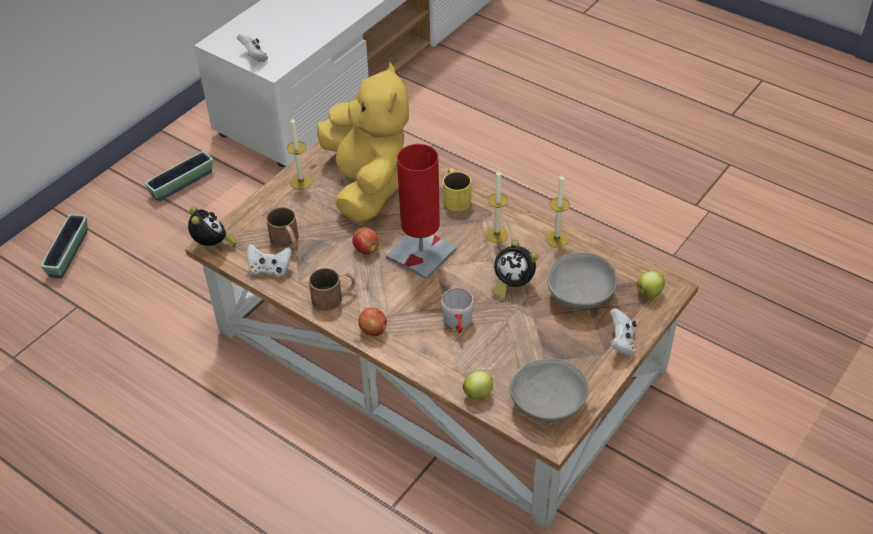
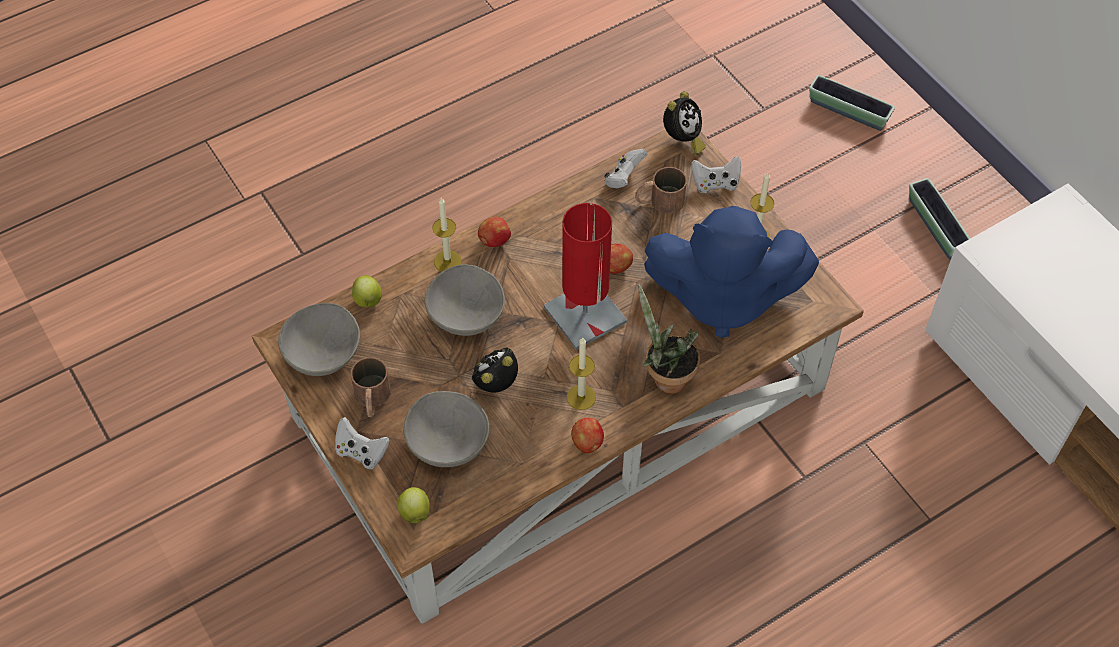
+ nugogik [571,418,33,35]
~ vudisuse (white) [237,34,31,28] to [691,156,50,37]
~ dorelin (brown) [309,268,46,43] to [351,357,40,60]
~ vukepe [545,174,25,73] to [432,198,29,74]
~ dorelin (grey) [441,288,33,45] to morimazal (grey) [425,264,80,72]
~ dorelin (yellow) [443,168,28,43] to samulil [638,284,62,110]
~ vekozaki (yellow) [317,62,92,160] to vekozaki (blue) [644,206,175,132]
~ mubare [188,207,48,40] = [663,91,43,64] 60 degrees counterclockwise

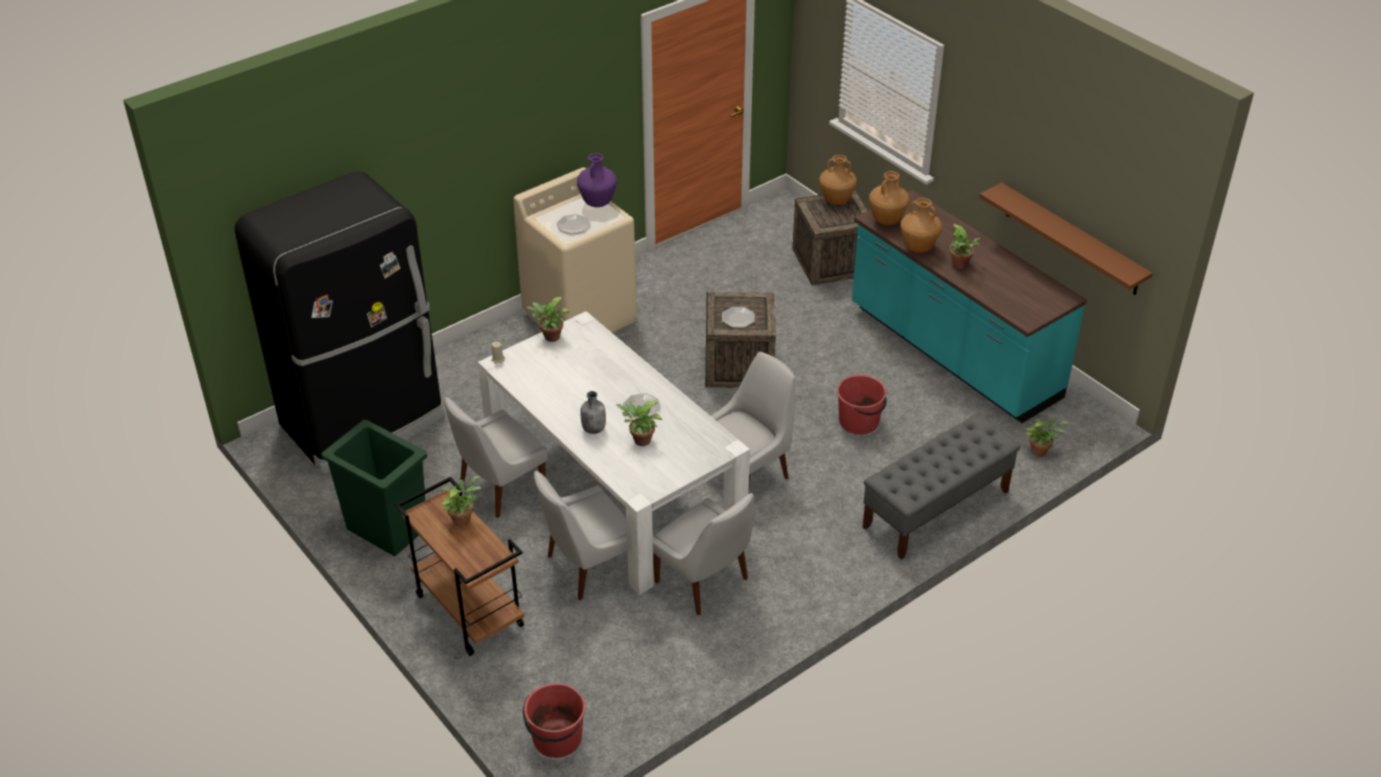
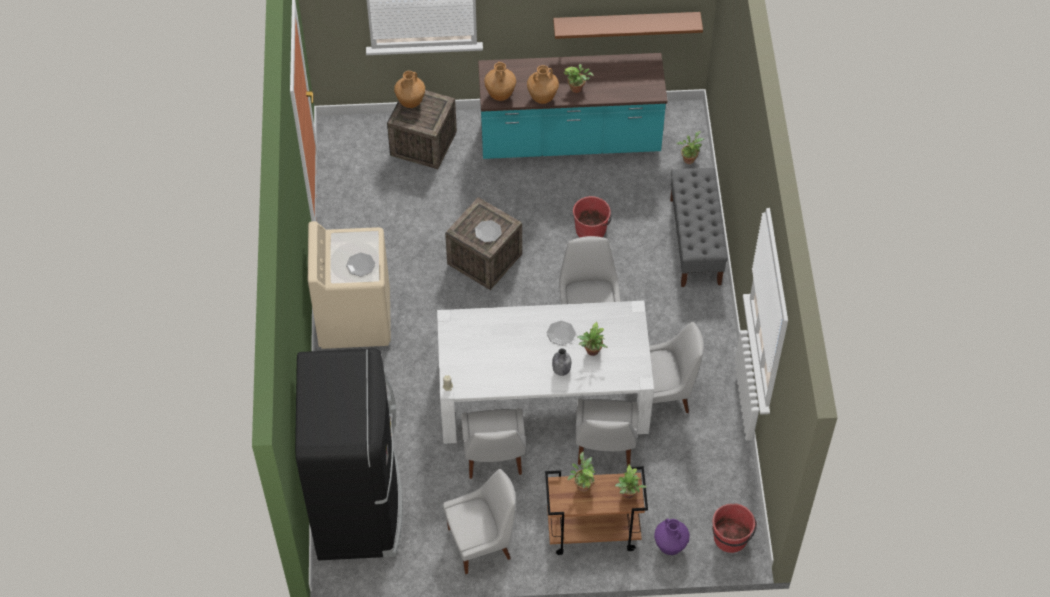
~ samulil [525,297,44,45] to [615,465,32,34]
~ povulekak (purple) [577,153,40,54] to [654,518,36,37]
~ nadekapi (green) [322,420,105,136] to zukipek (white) [443,469,73,105]

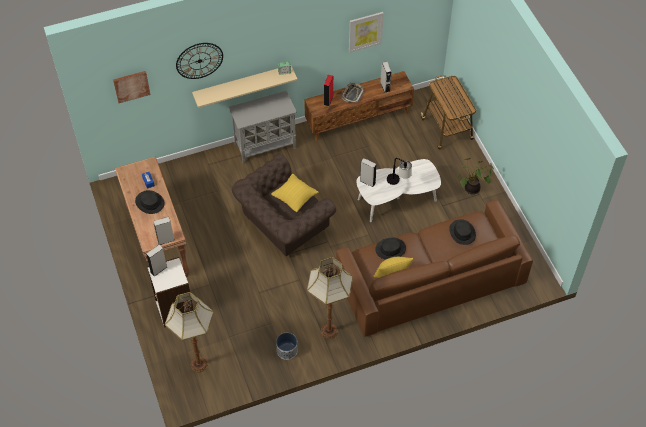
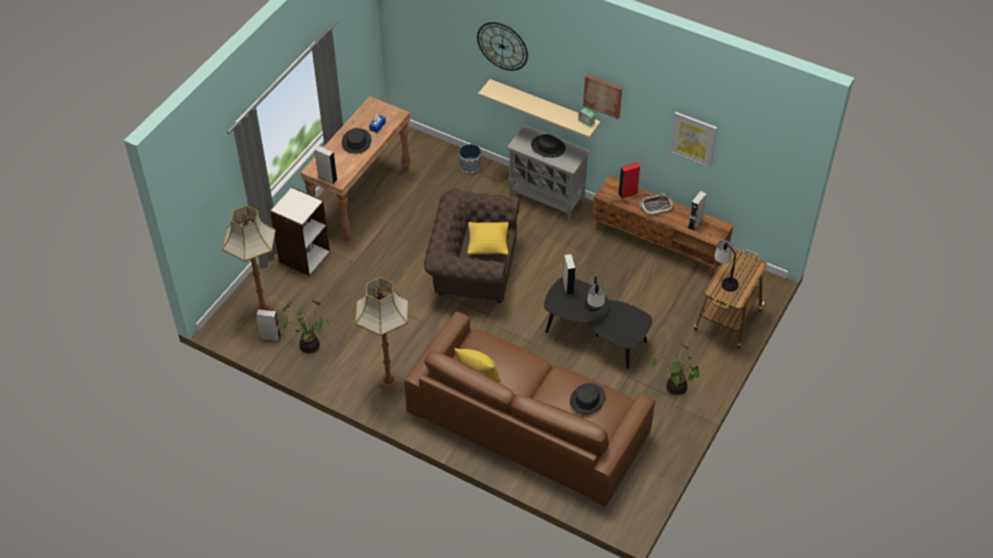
+ samulil [283,300,46,54]
+ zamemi [714,240,25,52]
~ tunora [113,71,37,32] to [583,75,39,44]
~ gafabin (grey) [146,245,21,32] to [256,309,25,33]
~ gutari [276,333,22,27] to [459,144,22,29]
~ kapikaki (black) [375,238,31,22] to [531,134,35,24]
~ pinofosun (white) [356,159,85,63] to pinofosun (black) [544,277,108,92]

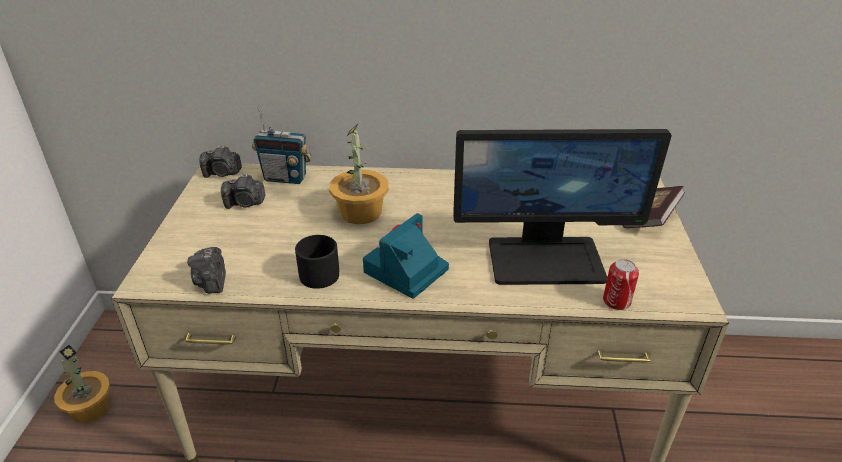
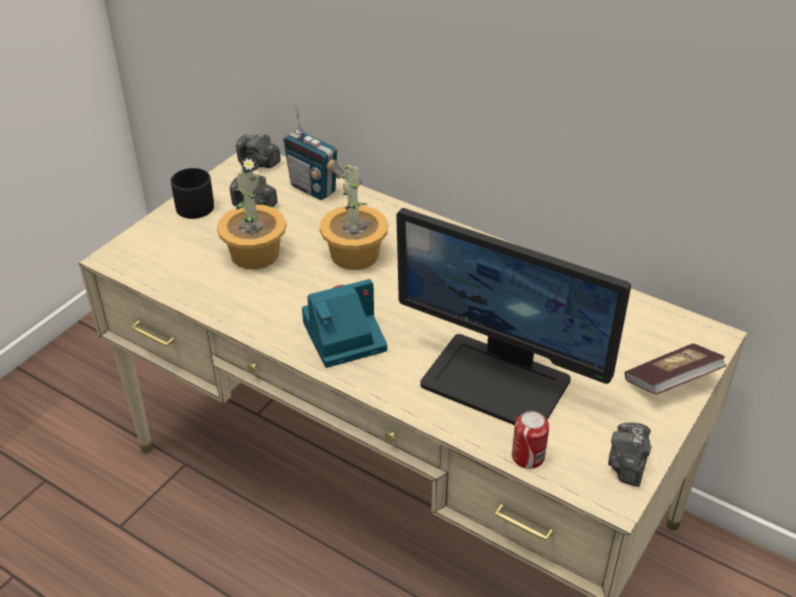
~ samulil [54,345,56,78] to [217,155,69,114]
~ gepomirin [187,247,39,47] to [608,423,43,64]
~ dorelin (black) [295,235,44,54] to [171,168,43,51]

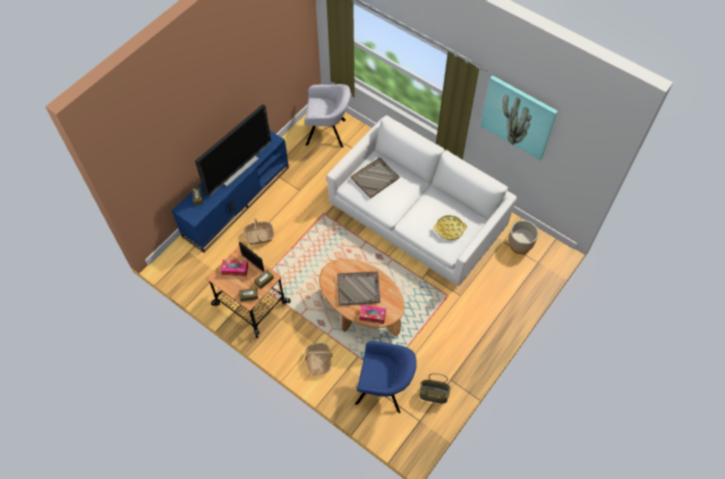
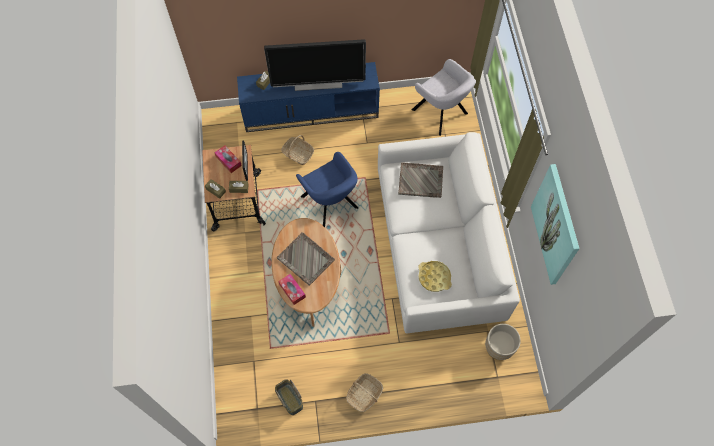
~ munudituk [305,343,27,32] to [346,373,37,39]
~ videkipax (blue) [355,341,62,72] to [296,152,62,75]

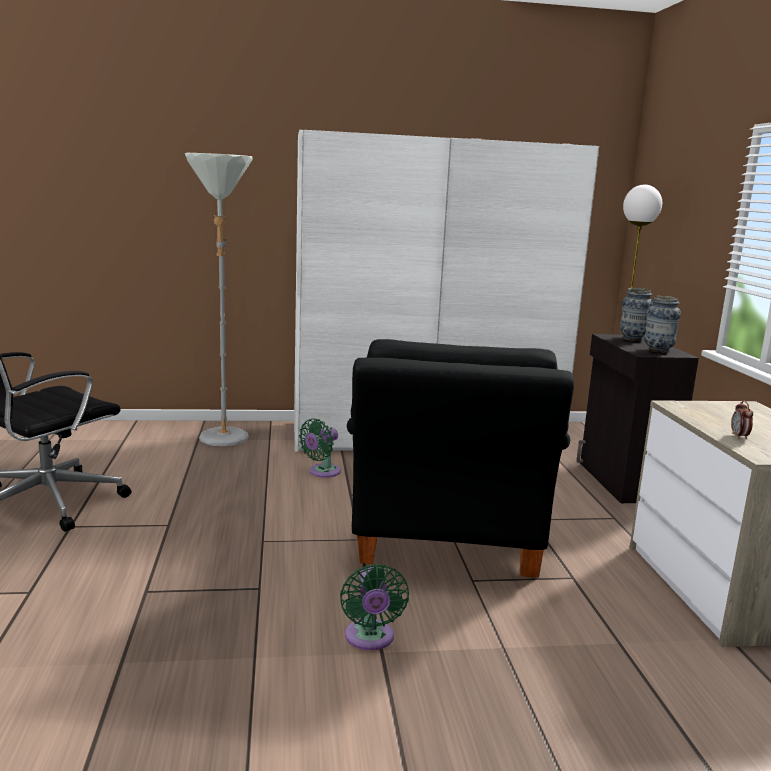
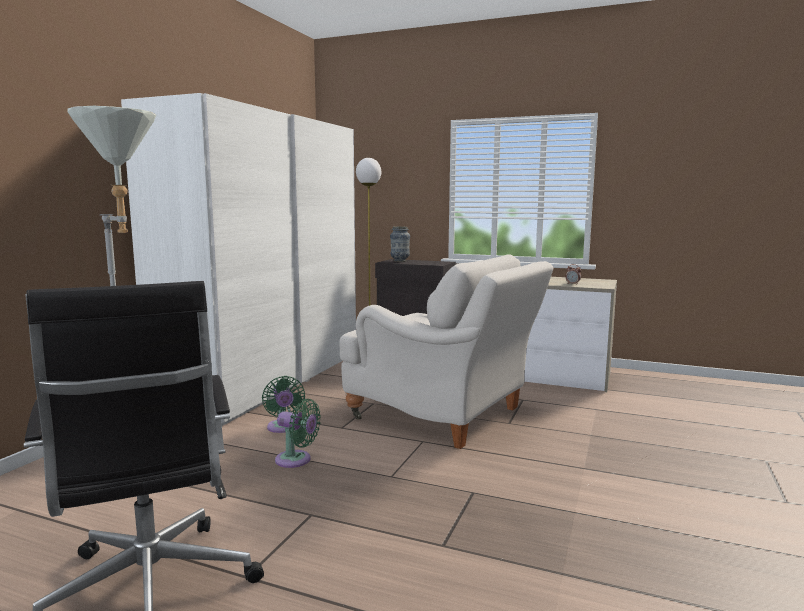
- povulekak [644,296,37,57]
~ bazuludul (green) [340,564,69,86] to [275,399,46,69]
~ videkipax (black) [347,339,227,239] to videkipax (white) [340,254,214,195]

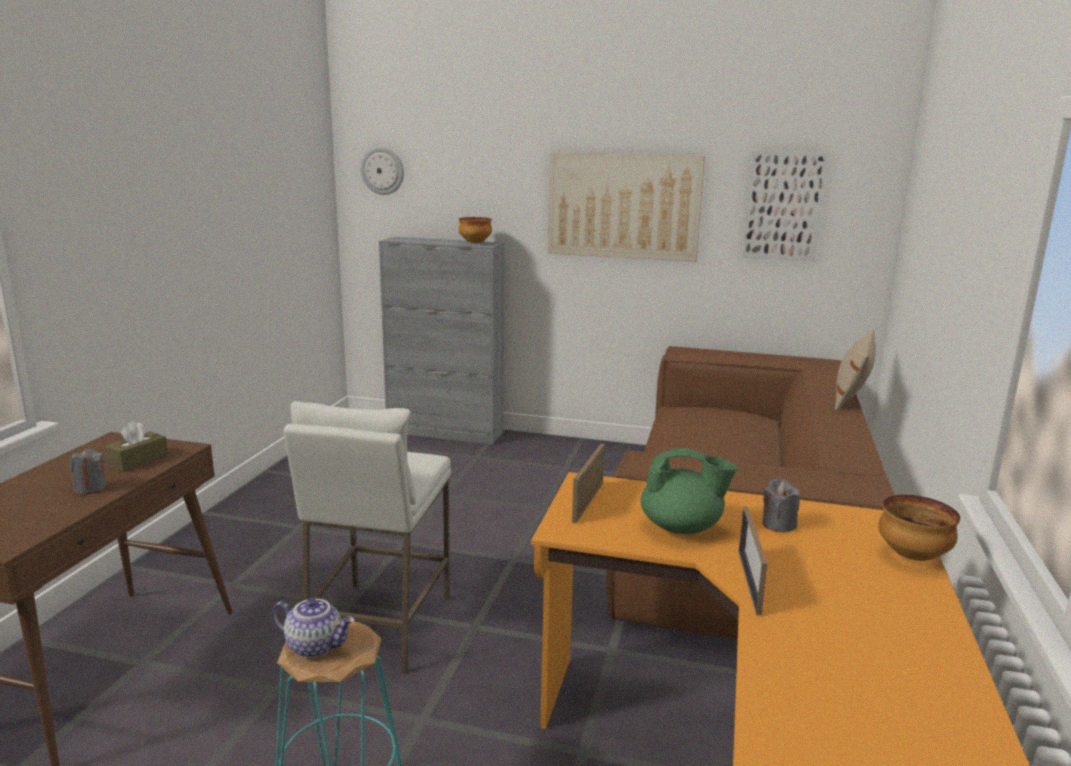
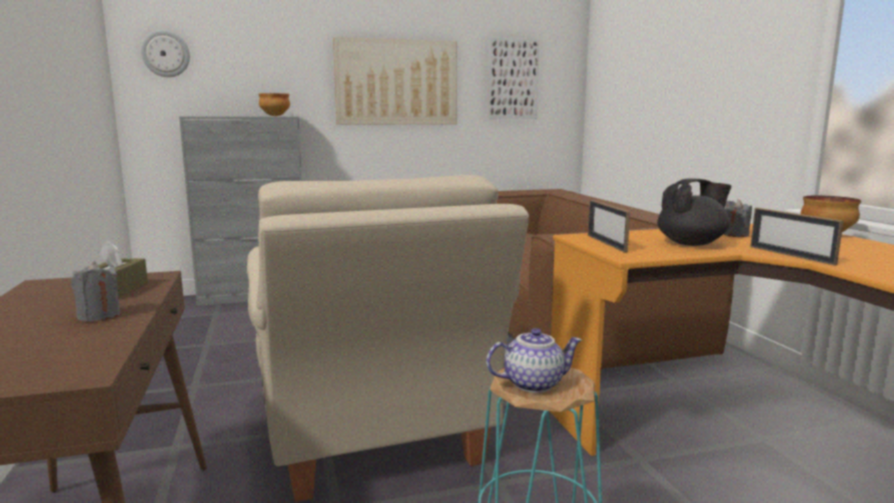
- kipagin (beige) [835,330,41,81]
~ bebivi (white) [284,401,167,273] to videkipax (beige) [247,175,282,327]
~ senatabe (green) [641,448,96,86] to senatabe (black) [657,179,74,67]

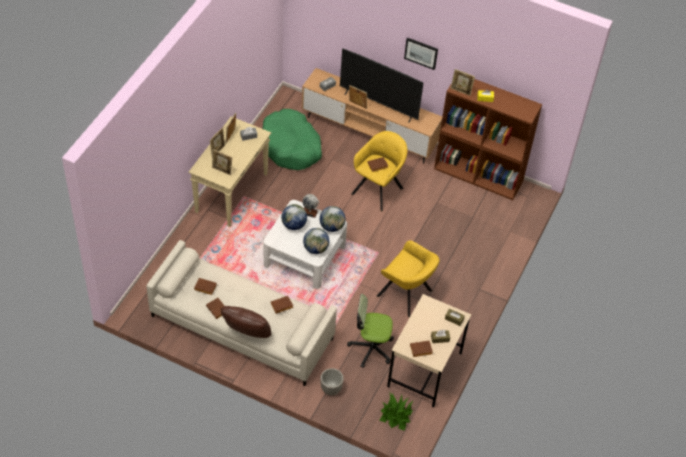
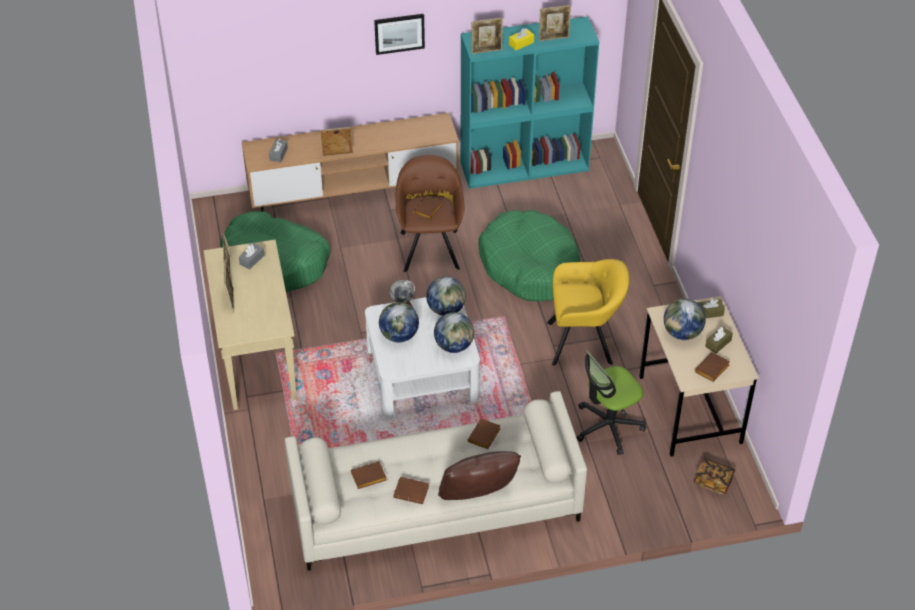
- gutari [320,368,24,27]
- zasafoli [340,49,83,74]
+ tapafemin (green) [479,210,101,91]
+ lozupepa [664,298,42,42]
~ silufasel [212,149,20,27] to [539,5,32,36]
~ samulil [379,393,35,38] to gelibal [694,458,41,37]
~ videkipax (yellow) [351,131,56,80] to videkipax (brown) [396,155,69,117]
~ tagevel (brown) [434,79,108,121] to tagevel (turquoise) [461,16,138,173]

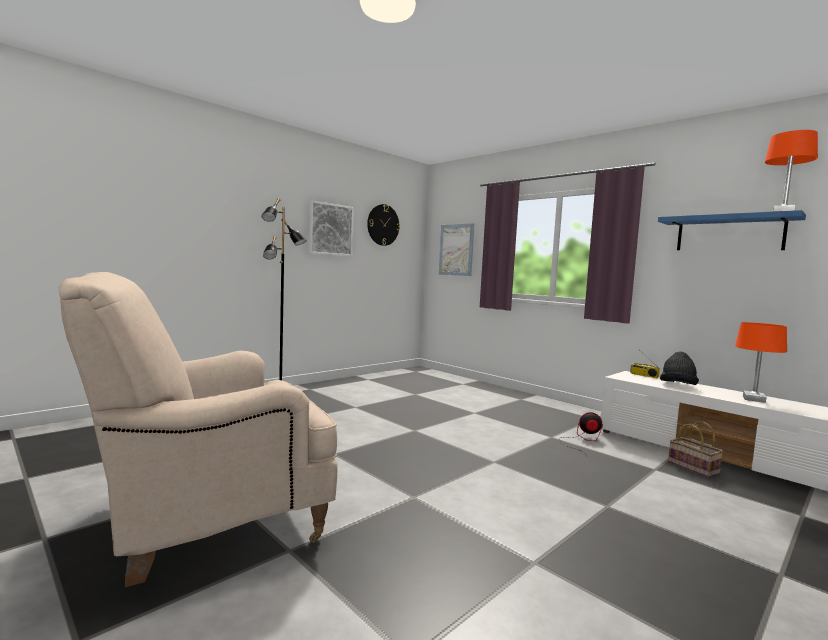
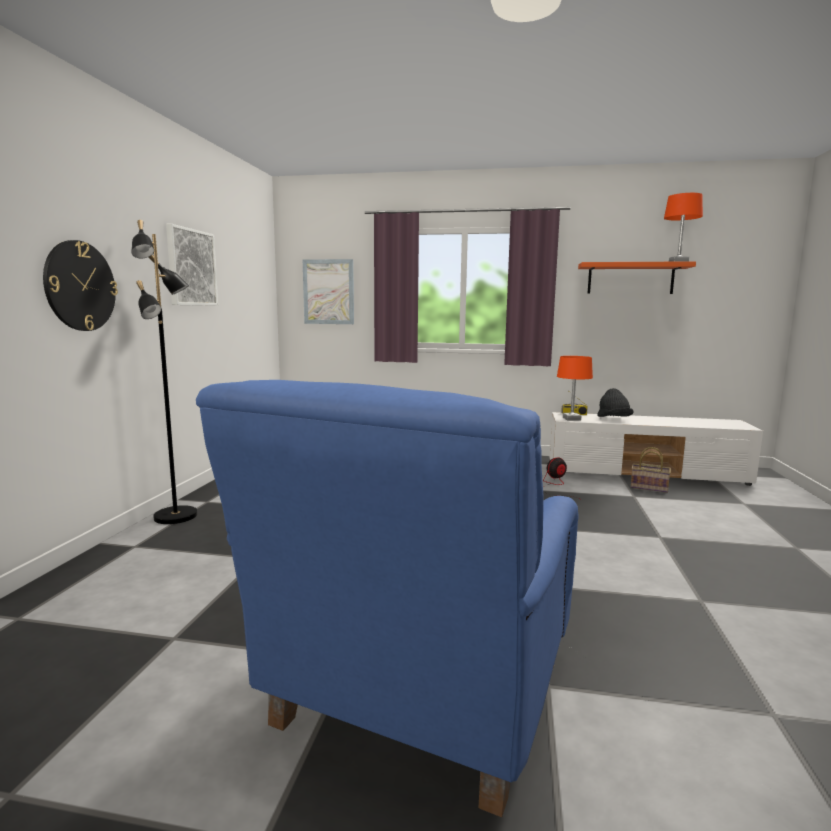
~ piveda [367,204,33,42] to [43,240,75,91]
~ zamemi (orange) [735,322,52,81] to [557,356,36,64]
~ videkipax (beige) [58,272,280,315] to videkipax (blue) [196,380,383,437]
~ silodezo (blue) [658,210,148,40] to silodezo (orange) [578,261,118,33]

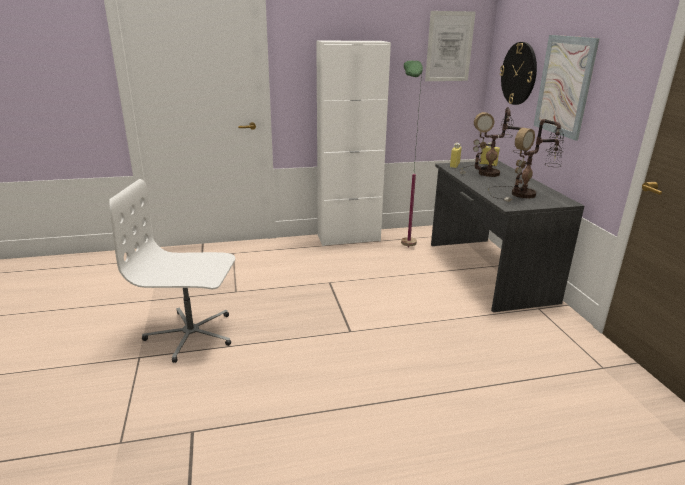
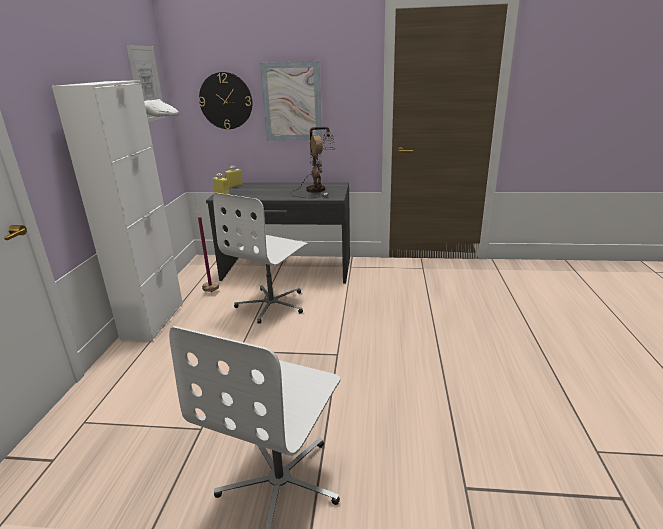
- zamemi [459,107,65,70]
+ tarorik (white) [213,193,95,131]
~ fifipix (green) [401,61,22,186] to fifipix (white) [144,99,75,193]

